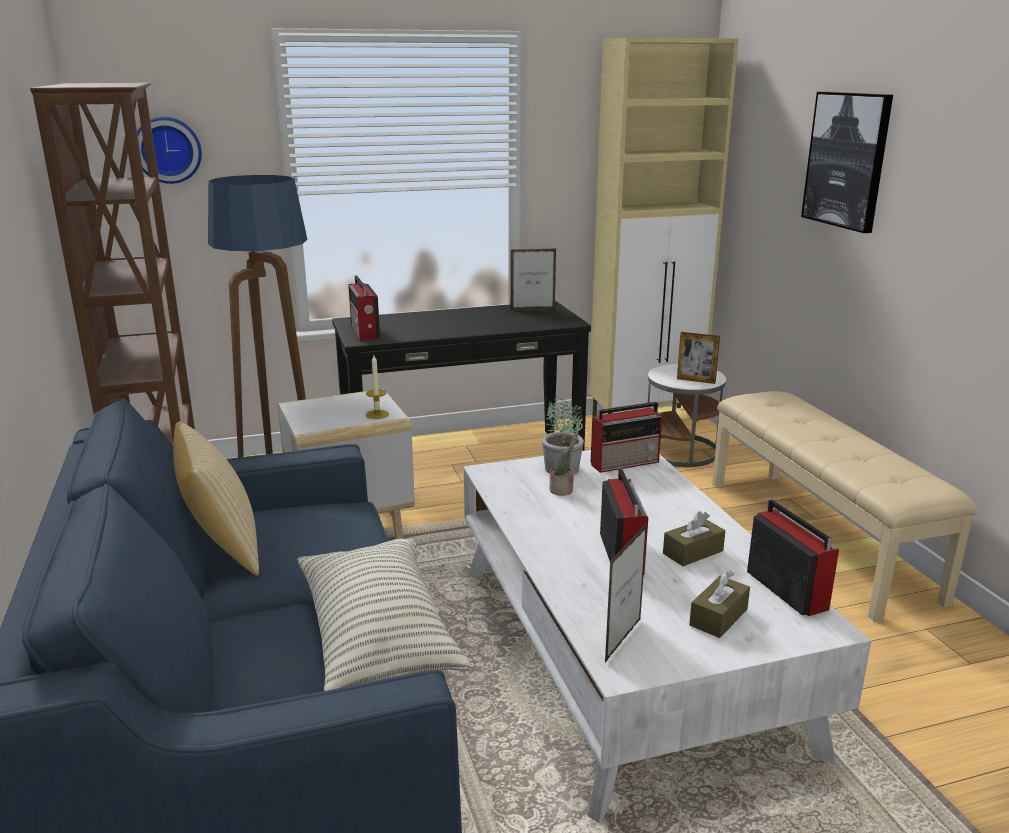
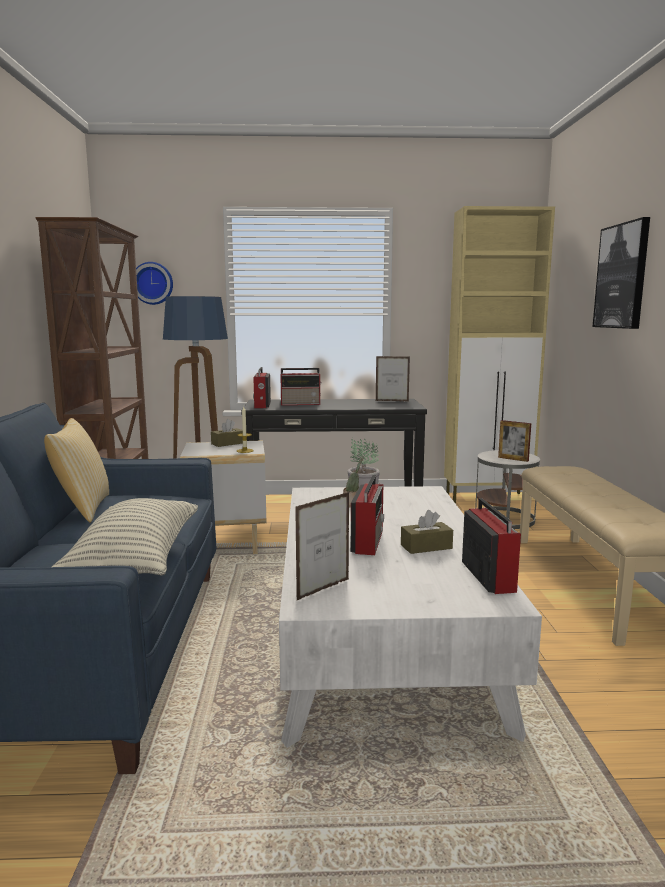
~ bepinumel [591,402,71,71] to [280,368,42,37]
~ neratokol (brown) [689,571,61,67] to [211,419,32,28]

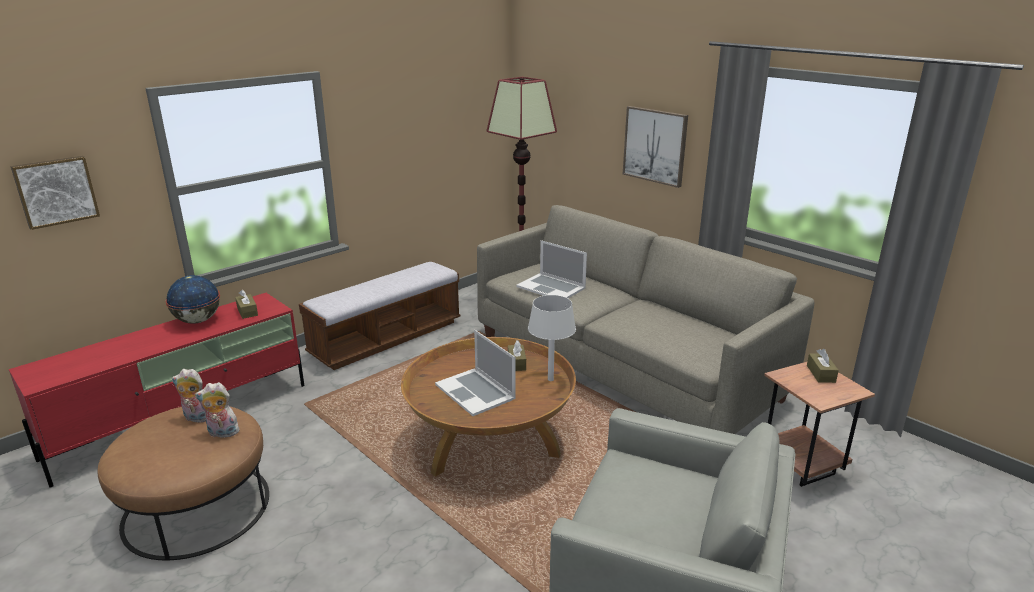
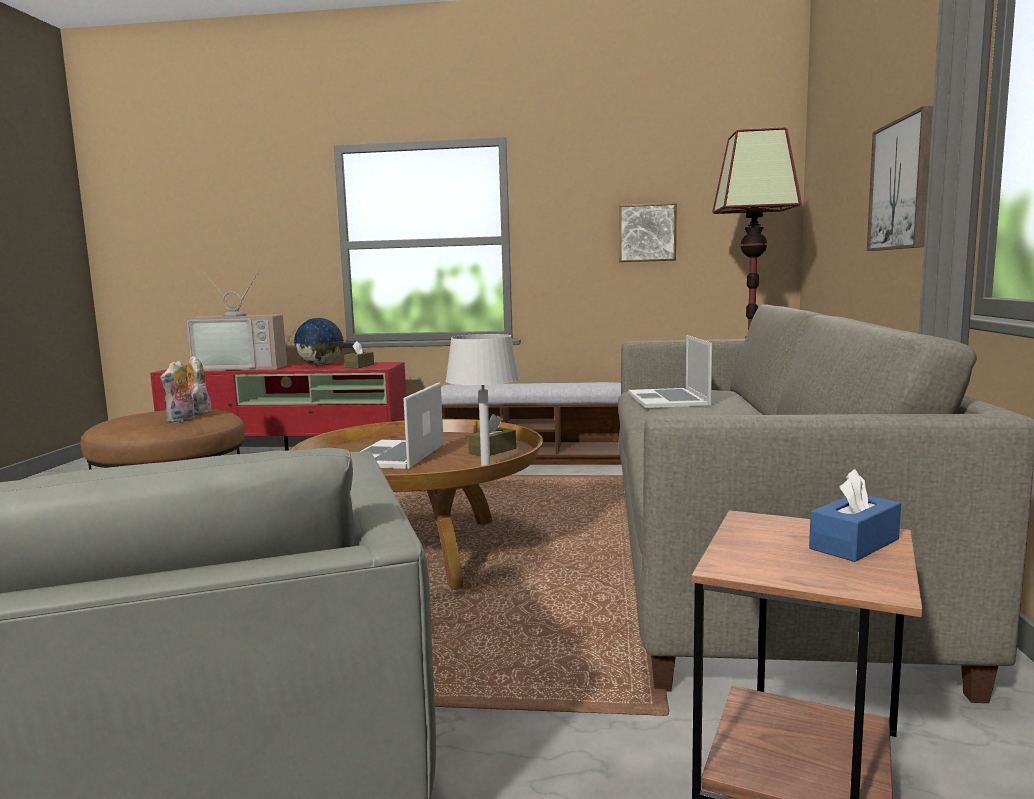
+ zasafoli [186,271,101,100]
~ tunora [10,156,90,74] to [619,203,58,59]
~ neratokol (brown) [807,349,32,34] to neratokol (blue) [809,469,92,93]
~ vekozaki [195,382,45,56] = [160,361,35,62] 120 degrees counterclockwise

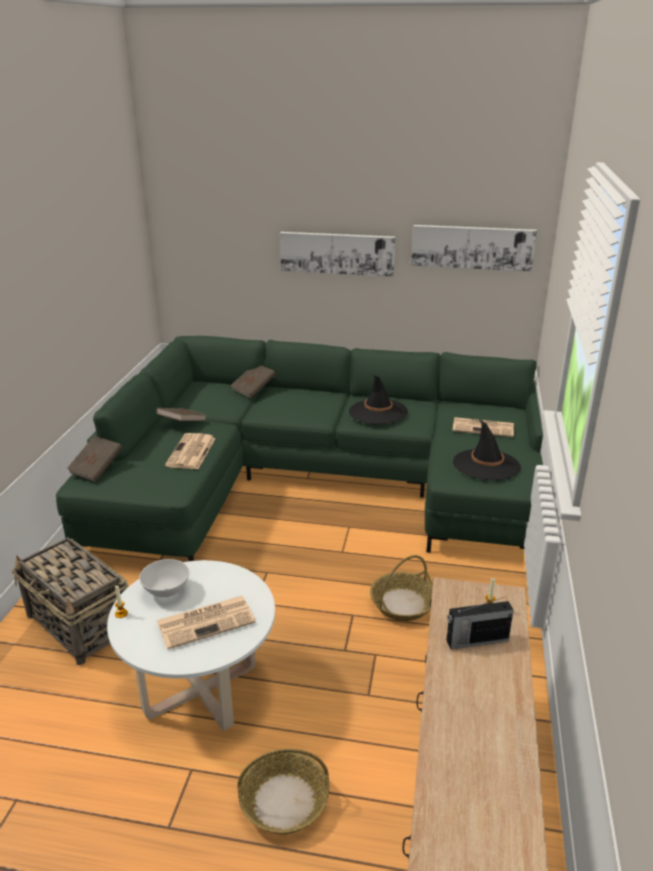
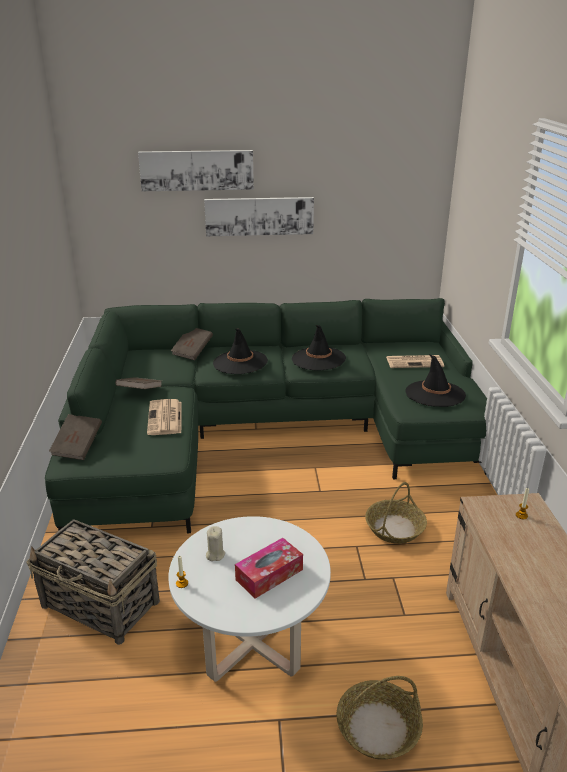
- bepinumel [447,597,66,52]
+ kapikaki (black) [213,329,55,45]
~ tunora [411,225,126,46] to [138,150,116,41]
~ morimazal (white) [139,559,50,38] to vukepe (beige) [206,526,19,35]
~ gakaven [157,596,99,54] to neratokol [235,538,68,61]

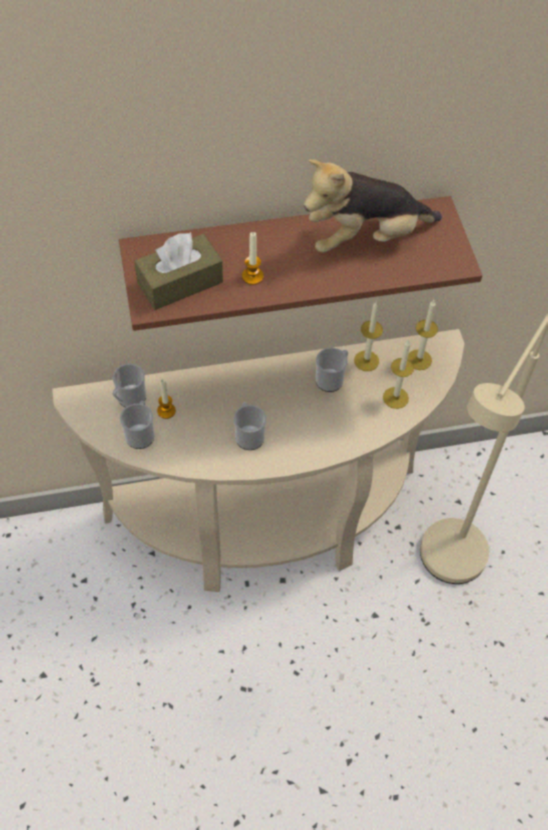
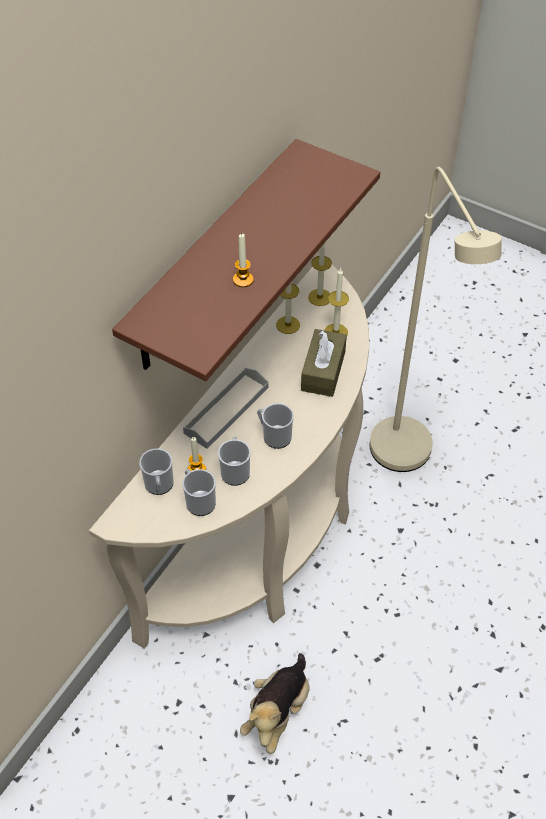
+ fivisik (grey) [183,368,85,81]
~ neratokol (brown) [134,232,89,78] to [301,329,46,68]
~ vekozaki [304,159,138,94] to [240,653,70,101]
~ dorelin [316,348,32,44] to [218,436,33,50]

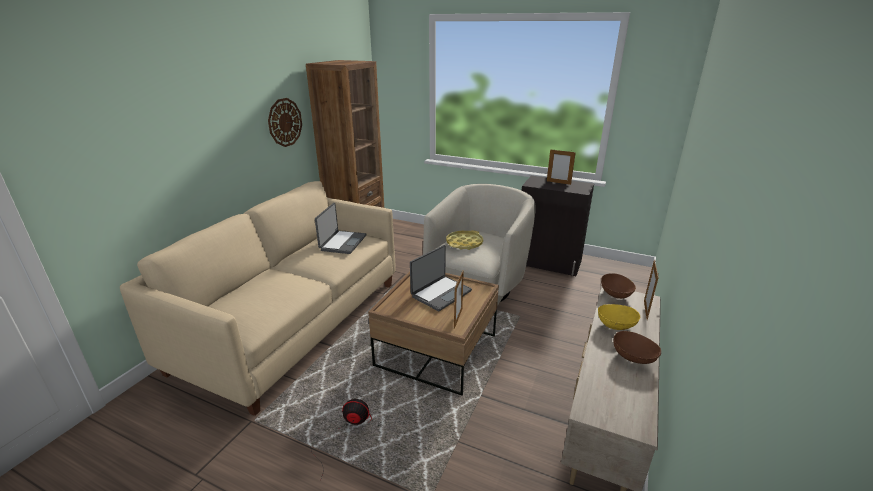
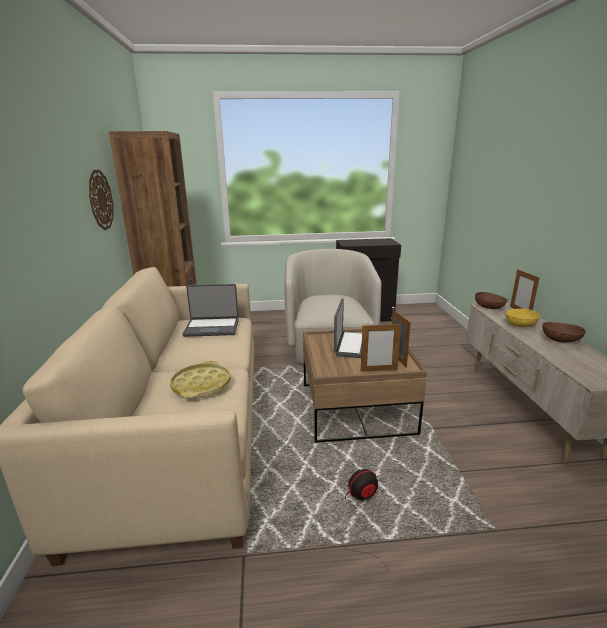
~ fivisik (yellow) [446,230,37,20] to [170,361,61,37]
~ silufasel [547,149,29,36] to [361,324,40,48]
~ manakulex [315,203,52,51] = [183,284,56,53] 105 degrees clockwise

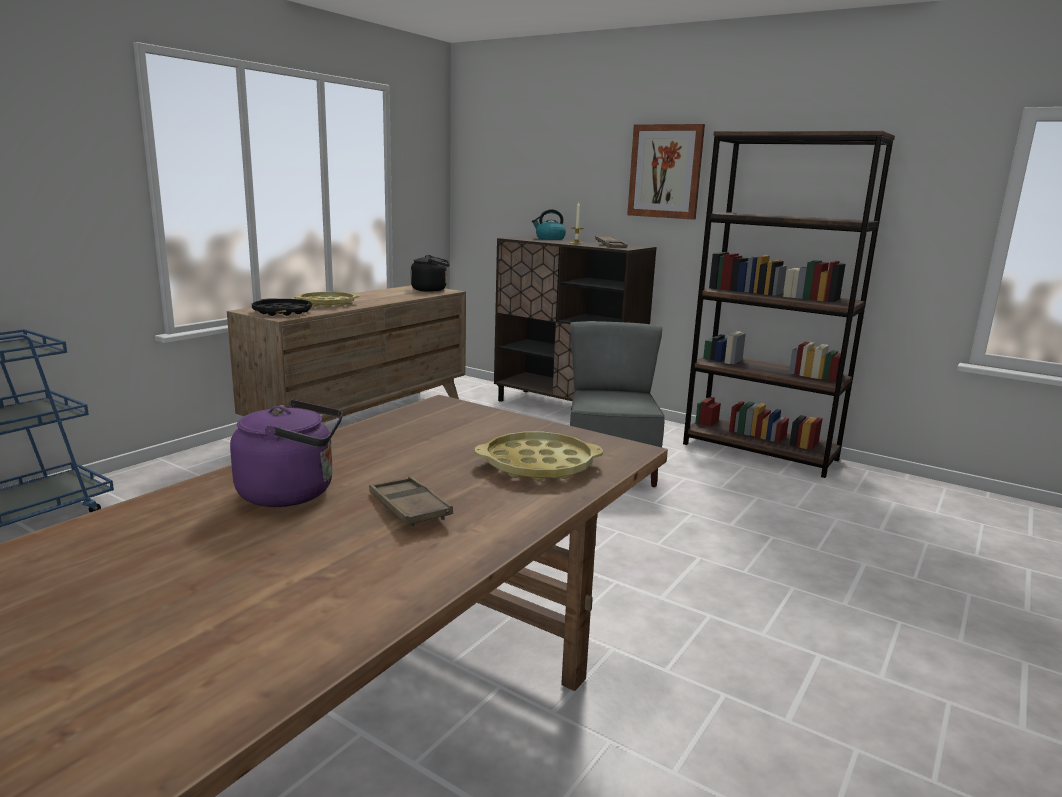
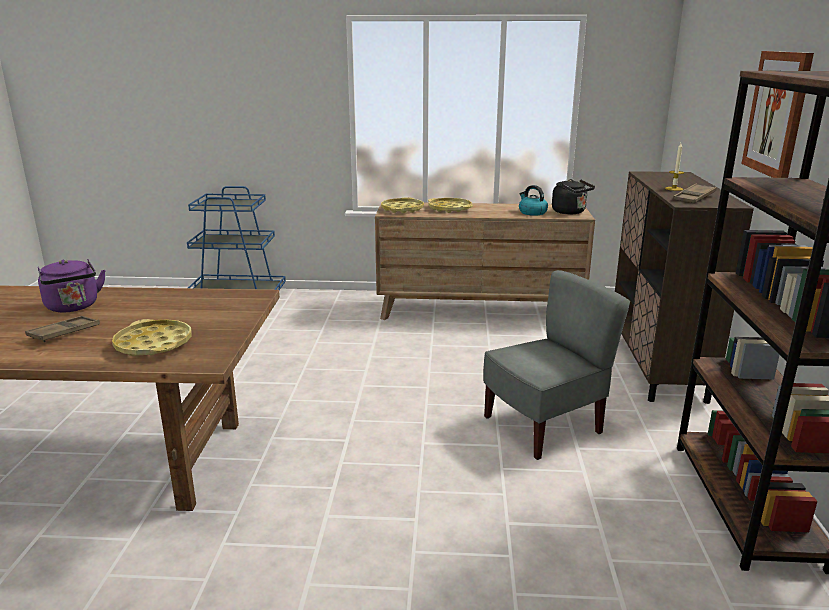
~ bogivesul [532,209,34,31] to [519,185,29,31]
~ fivisik (black) [252,298,60,18] to fivisik (yellow) [381,197,43,16]

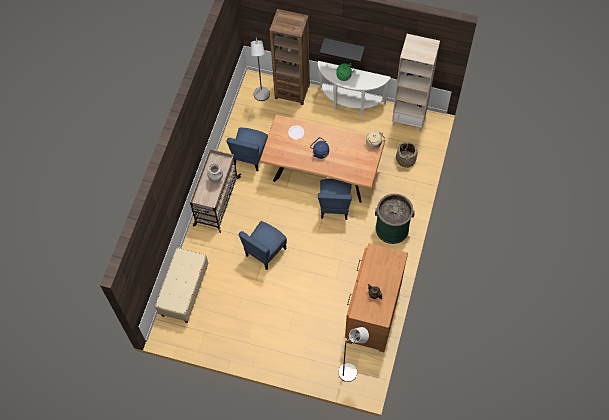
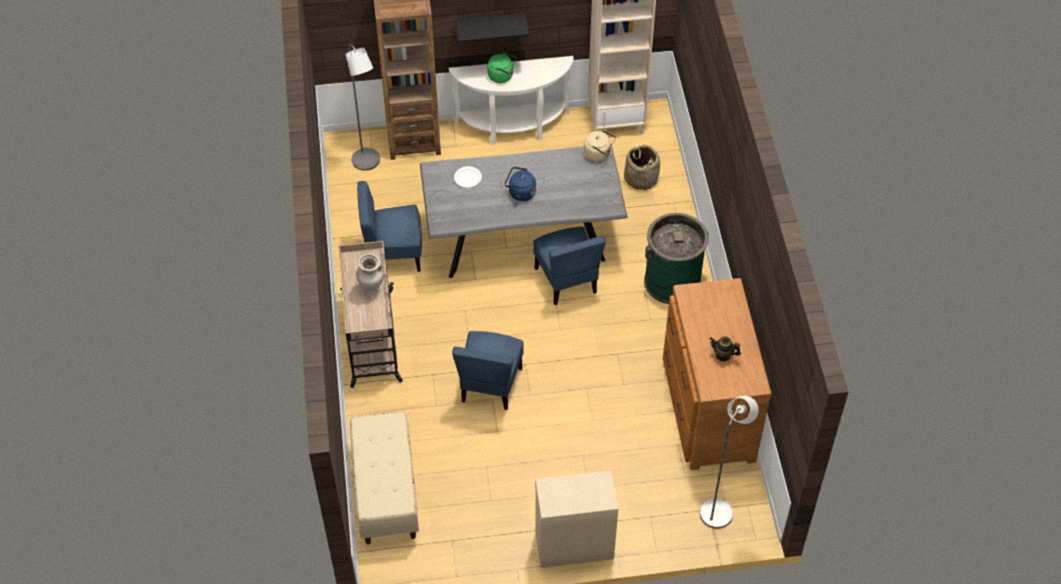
+ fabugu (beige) [535,470,83,98]
~ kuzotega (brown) [259,115,127,88] to kuzotega (grey) [420,145,208,133]
~ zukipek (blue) [227,128,41,43] = [357,181,65,91] 90 degrees clockwise

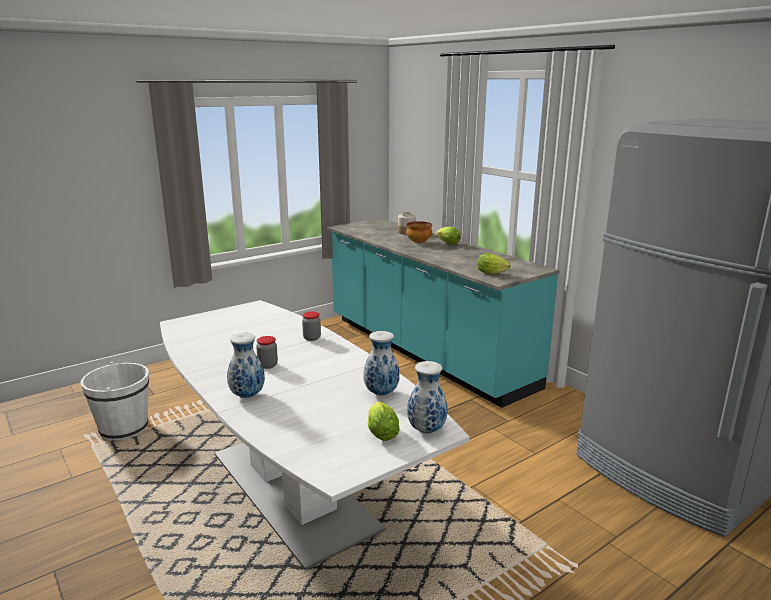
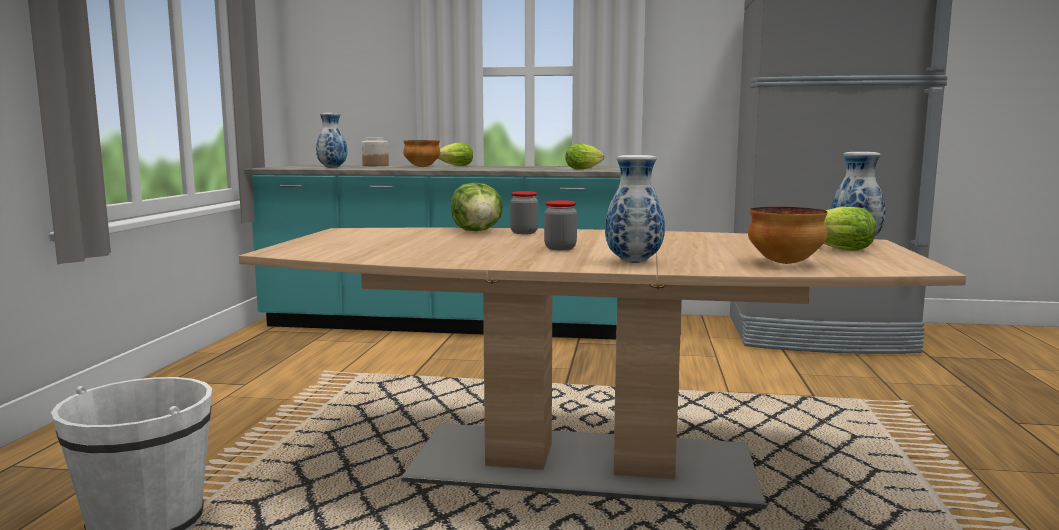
+ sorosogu [451,183,52,48]
+ morimazal [748,207,80,57]
~ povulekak [363,331,37,65] to [316,113,31,55]
~ kuzotega (white) [160,300,310,270] to kuzotega (brown) [239,228,727,281]

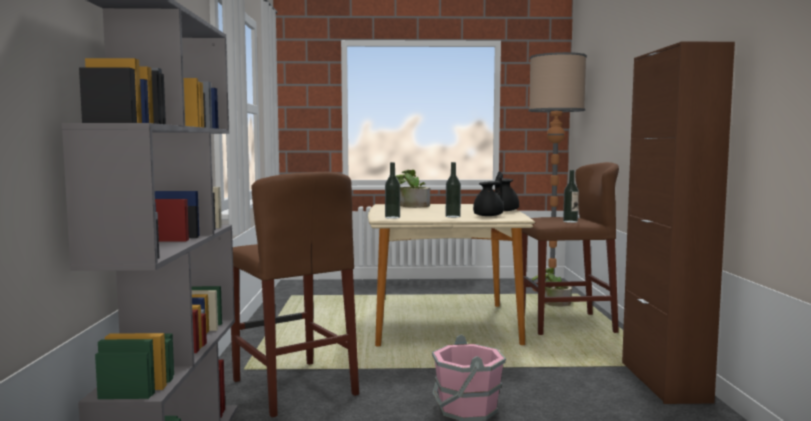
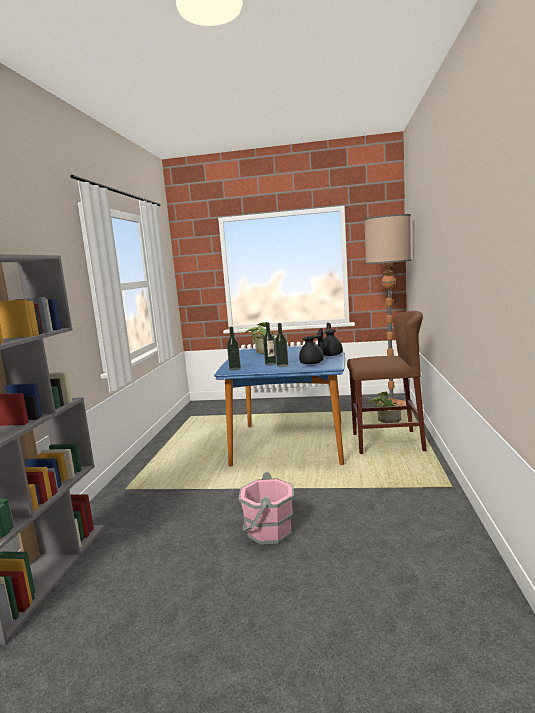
- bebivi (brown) [231,172,128,245]
- fabugu (brown) [622,41,113,363]
~ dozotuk [563,170,16,53] to [263,322,13,43]
~ kuzotega (beige) [368,204,167,143] to kuzotega (blue) [214,346,131,121]

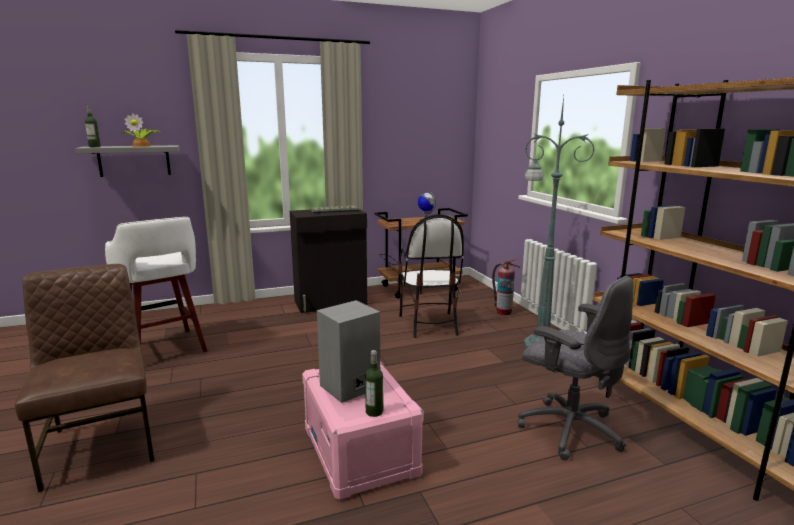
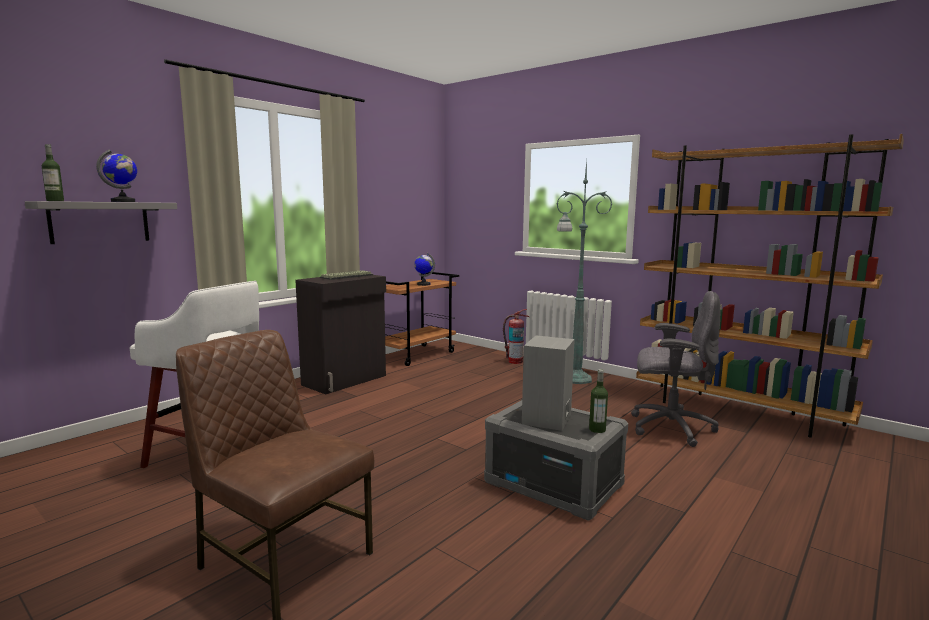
- zukipek [398,214,66,124]
~ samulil [121,113,39,34] to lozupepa [96,149,41,53]
~ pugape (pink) [302,361,122,139] to pugape (grey) [484,399,144,122]

